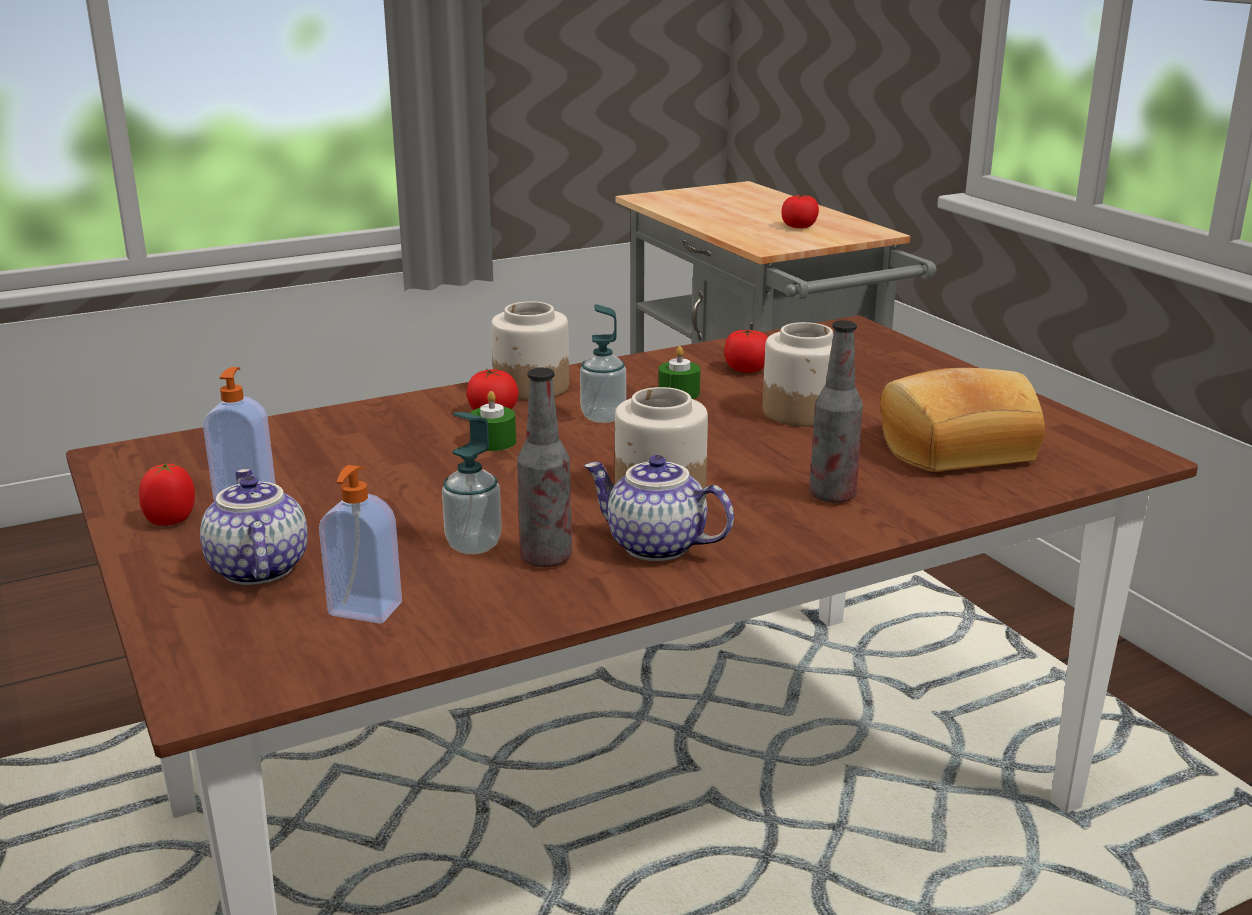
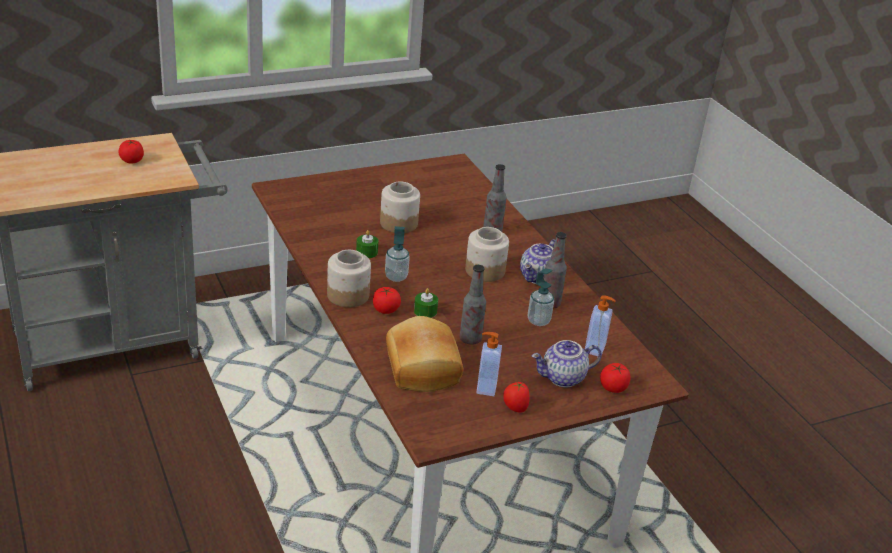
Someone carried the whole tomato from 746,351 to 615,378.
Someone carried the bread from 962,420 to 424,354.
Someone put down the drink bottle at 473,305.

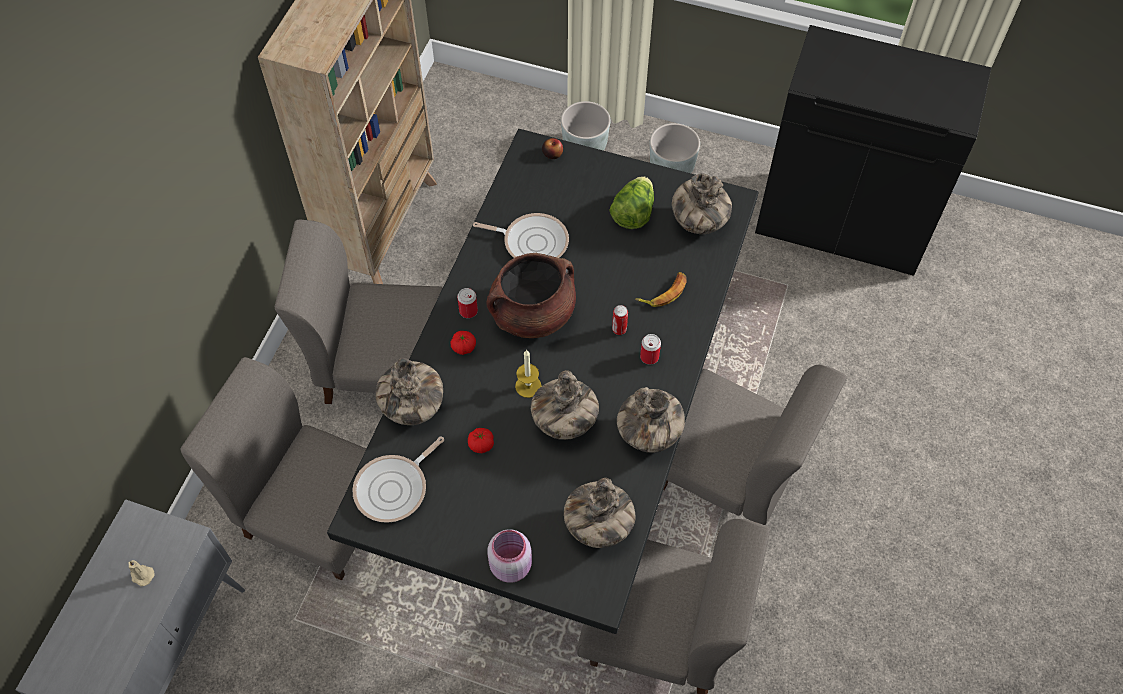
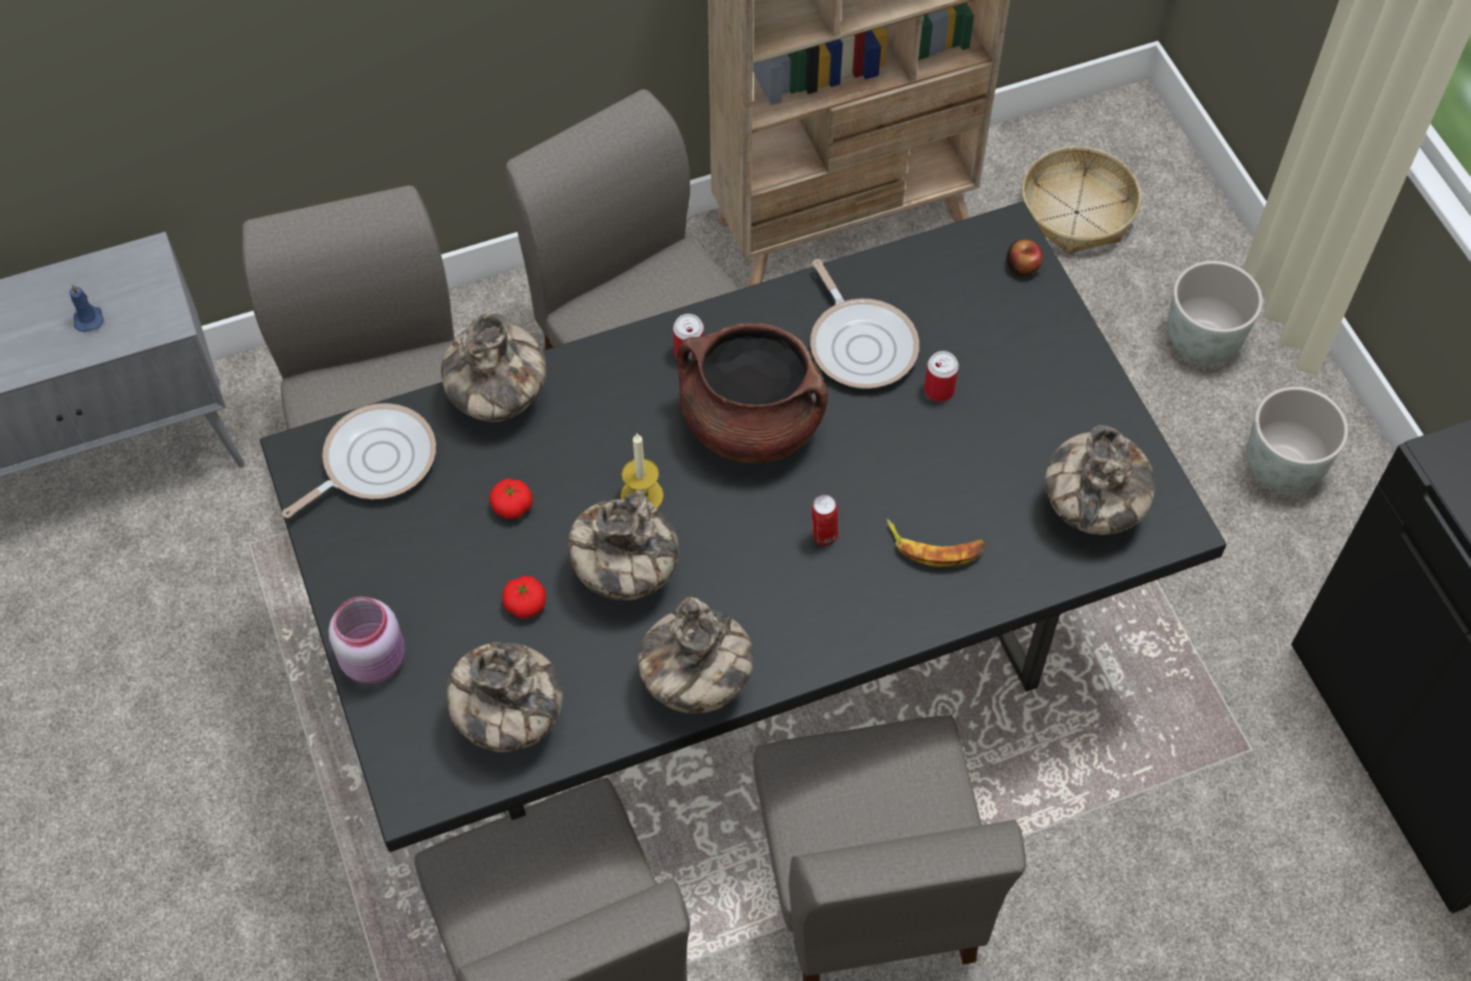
Someone took away the lettuce head at 631,202.
Someone carried the whole tomato from 463,343 to 524,597.
Someone carried the can from 650,349 to 941,376.
Someone rotated the pan at 398,480 by 135 degrees clockwise.
Someone repainted the wax light (sand-coloured) at 141,573, which became the wax light (blue-coloured) at 86,308.
Someone put down the household basket at 1081,200.

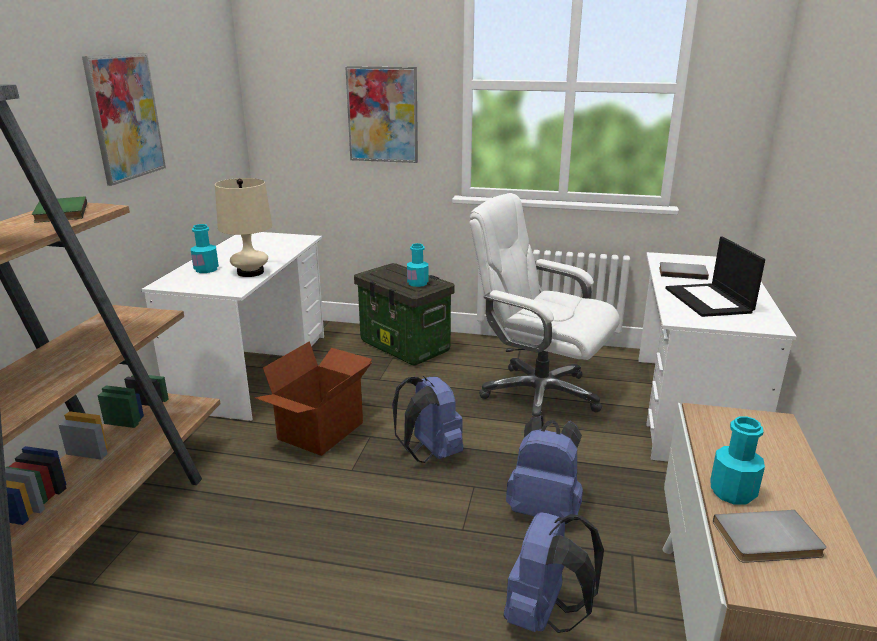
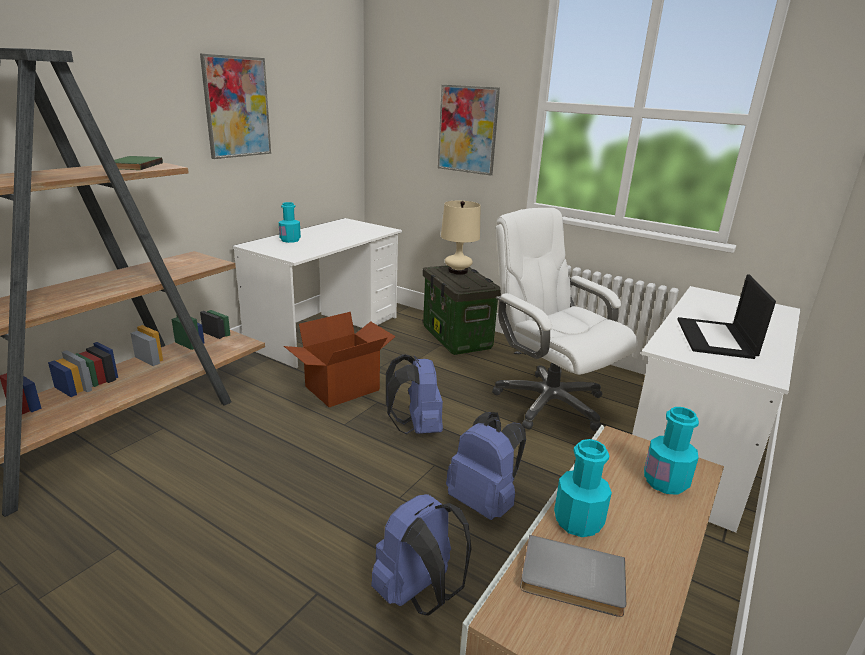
Someone carried the tabletop lamp (sand-coloured) from 243,227 to 461,238.
Someone carried the drink bottle (turquoise) from 417,265 to 671,451.
Someone took away the bound book (gray) at 684,271.

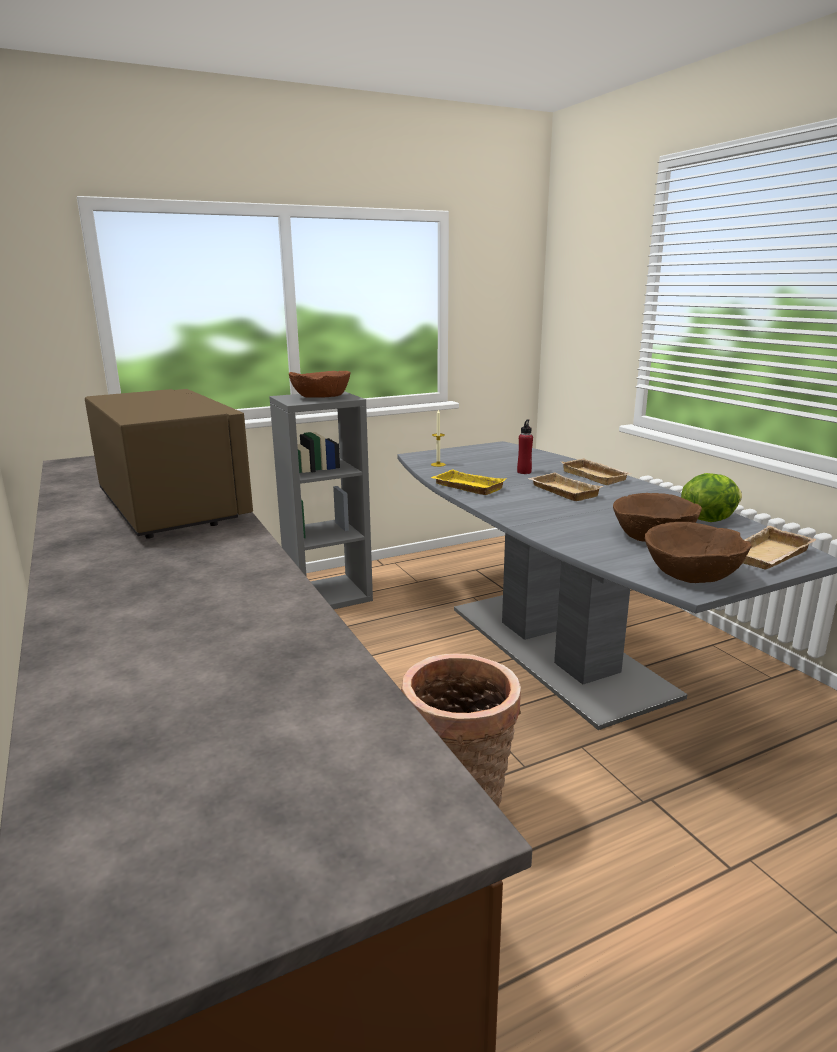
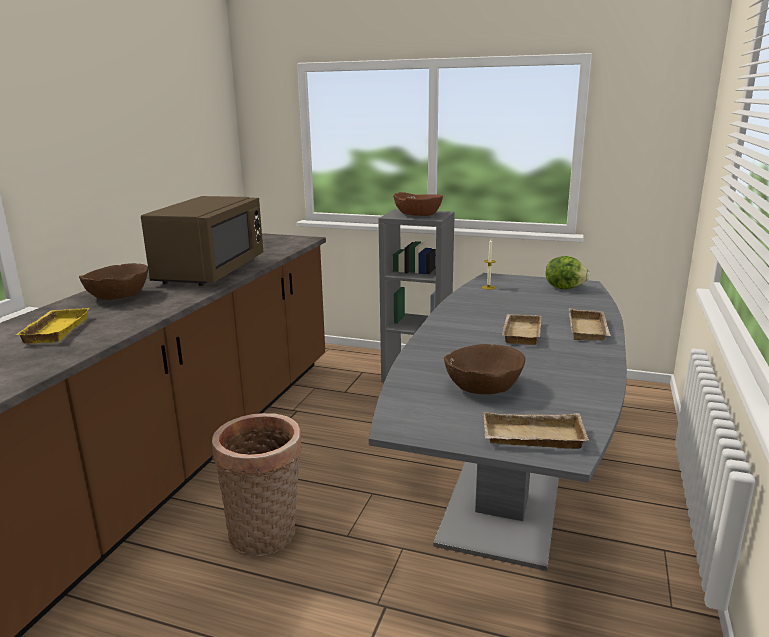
Someone took away the drink bottle (red-coloured) at 525,446.
Someone carried the tray (yellow-coloured) from 468,482 to 52,326.
Someone carried the lettuce head from 711,497 to 568,272.
Someone carried the deep dish (brownish) from 698,552 to 113,281.

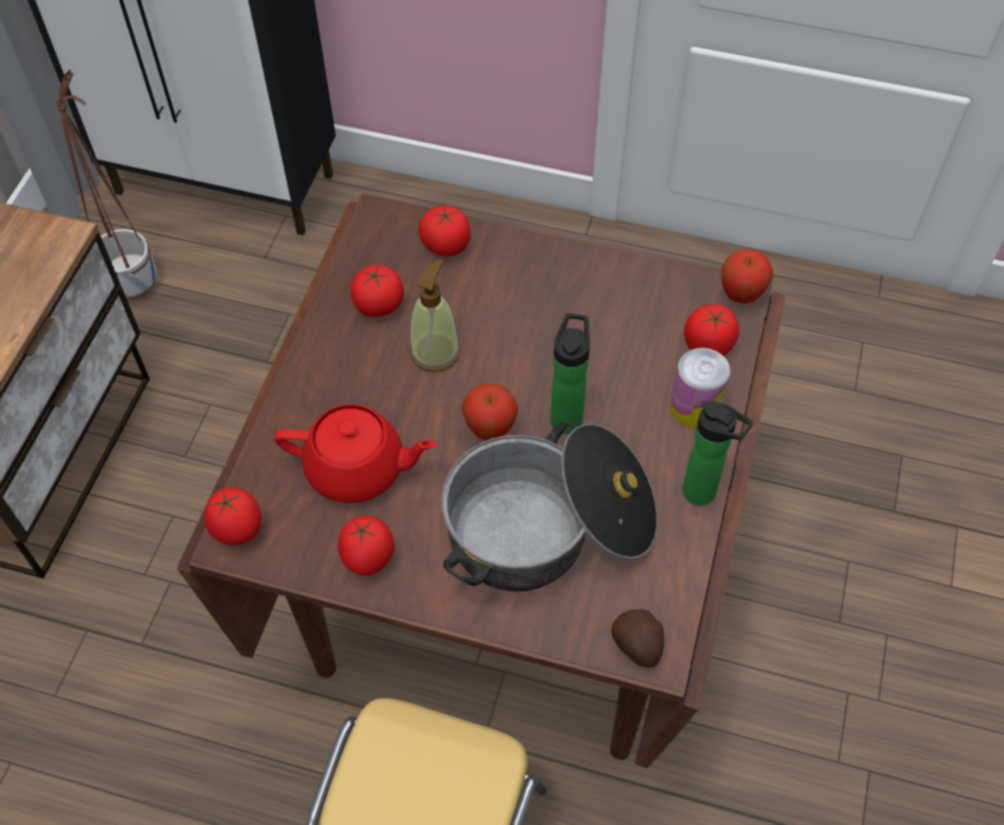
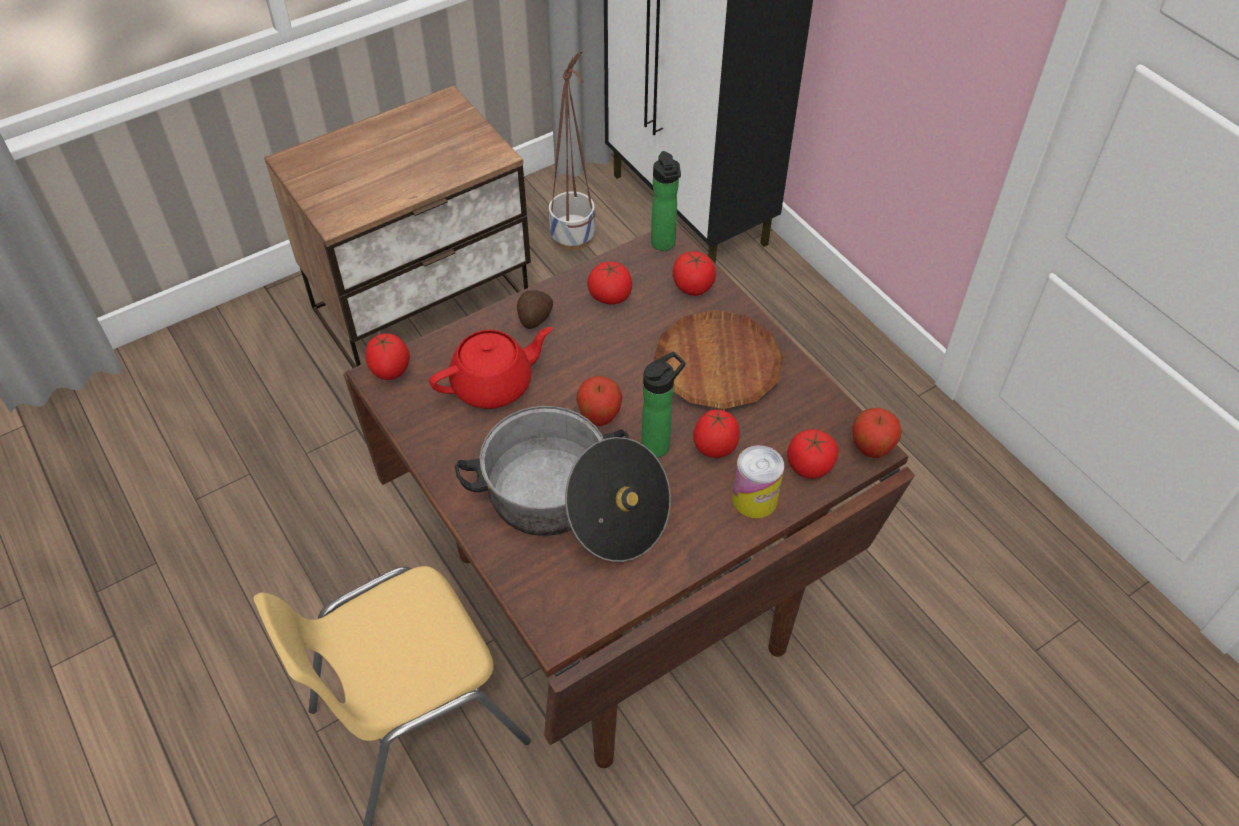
Someone took away the soap dispenser at 434,315.
Someone carried the drink bottle from 717,453 to 666,201.
Someone rotated the teapot (red-coloured) at 355,453 by 75 degrees counterclockwise.
Someone carried the whole tomato from 366,546 to 716,433.
Someone carried the spud from 637,638 to 535,309.
Someone put down the plate (brownish) at 718,359.

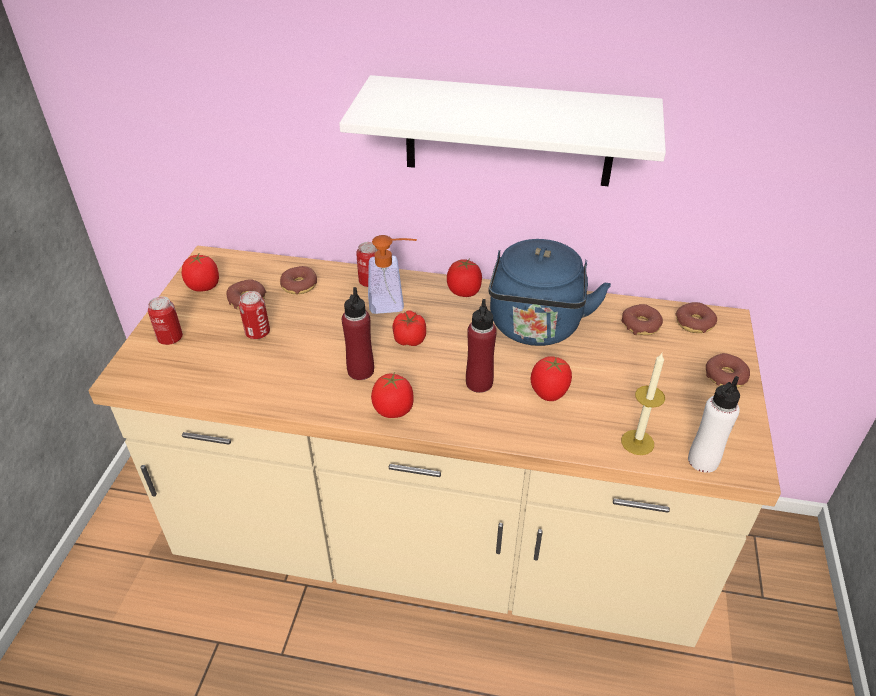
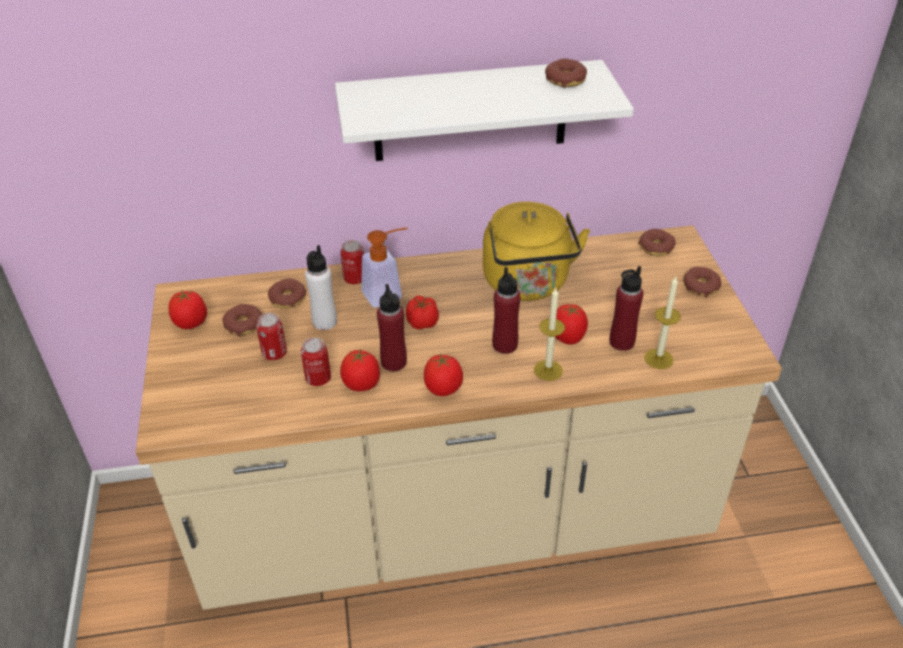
Someone repainted the tea kettle (blue-coloured) at 549,292, which became the tea kettle (yellow-coloured) at 536,251.
Someone carried the whole tomato from 464,278 to 360,370.
Someone carried the can from 165,320 to 316,362.
Someone carried the ring doughnut from 642,319 to 566,73.
Someone carried the drink bottle (white) from 714,424 to 321,287.
Someone put down the drink bottle (red-coloured) at 626,308.
Someone put down the wax light at 549,334.

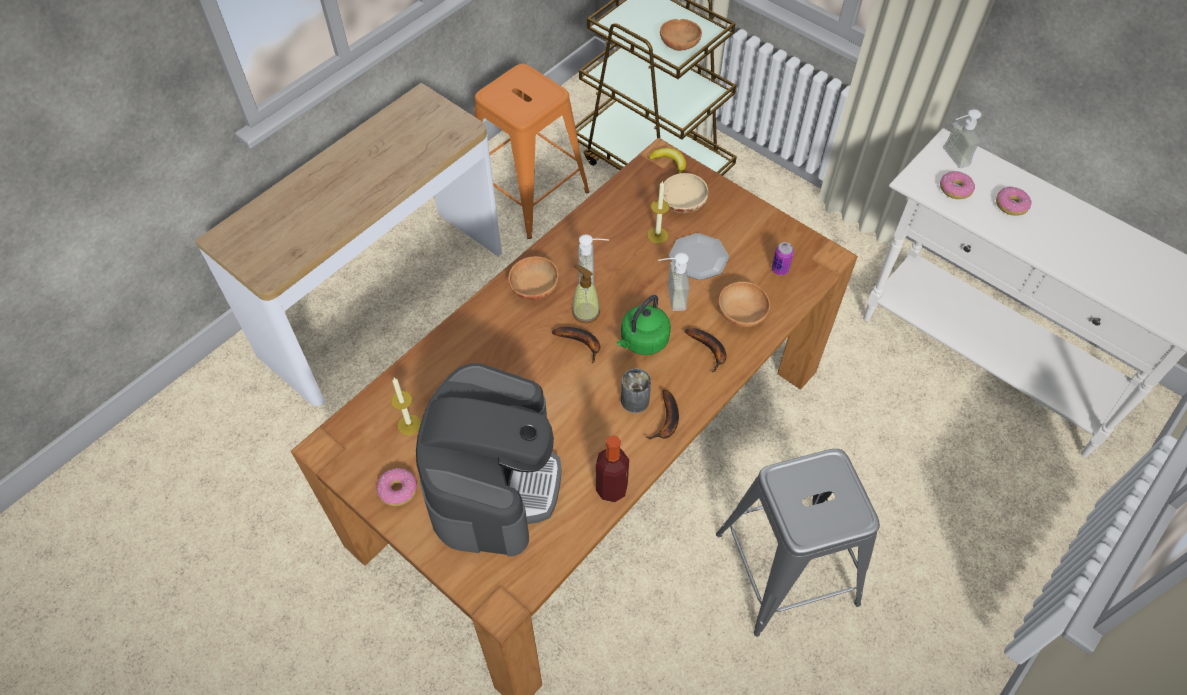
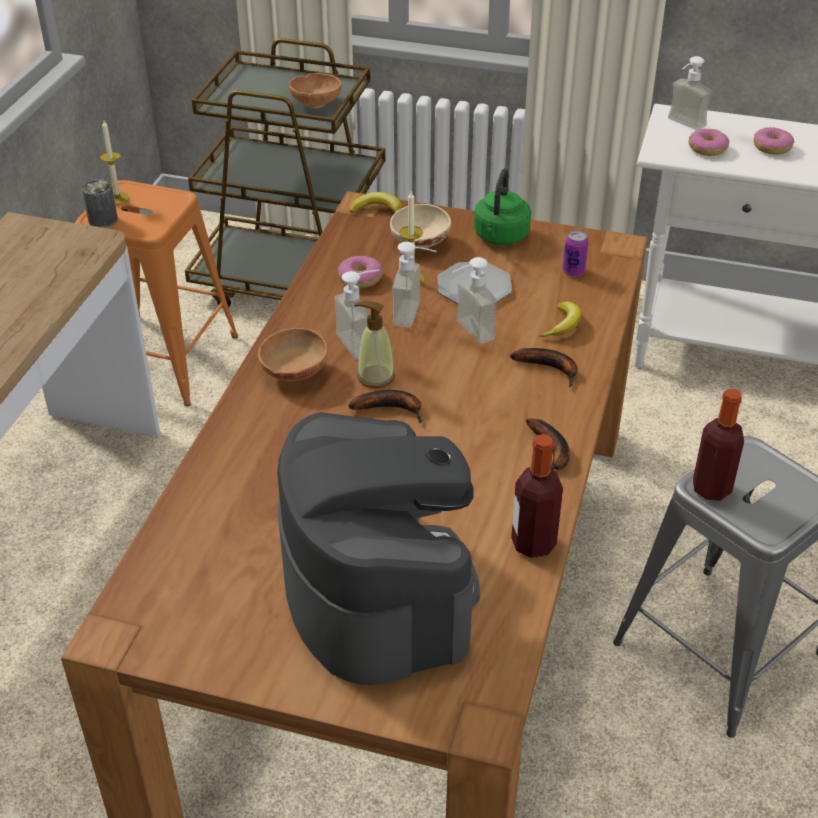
Someone swapped the deep dish (brownish) at 744,304 for the banana fruit at 560,319.
Someone carried the tea kettle (green) from 644,325 to 502,206.
Someone carried the can from 636,391 to 100,203.
Someone carried the wax light from 406,407 to 114,162.
Someone carried the ring doughnut from 396,487 to 360,272.
Someone put down the soap dispenser at 414,285.
Someone put down the drink bottle at 718,445.

